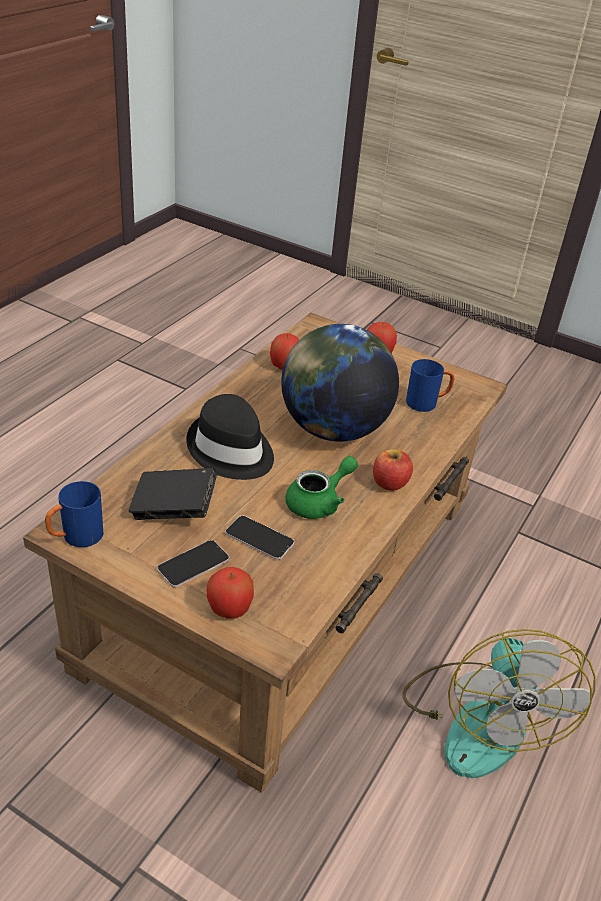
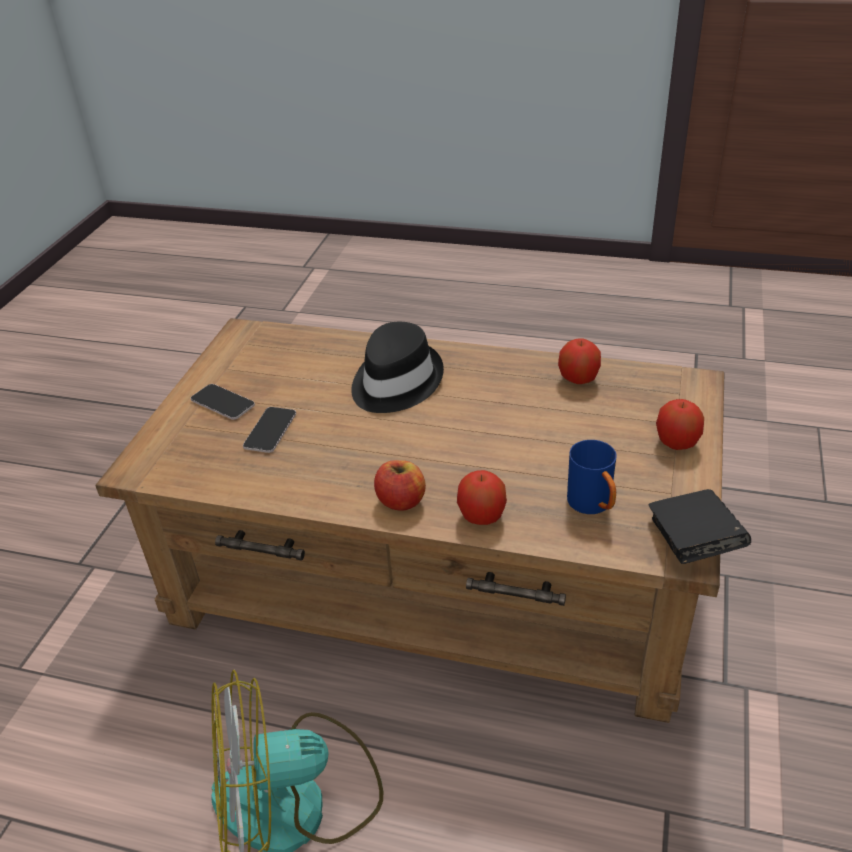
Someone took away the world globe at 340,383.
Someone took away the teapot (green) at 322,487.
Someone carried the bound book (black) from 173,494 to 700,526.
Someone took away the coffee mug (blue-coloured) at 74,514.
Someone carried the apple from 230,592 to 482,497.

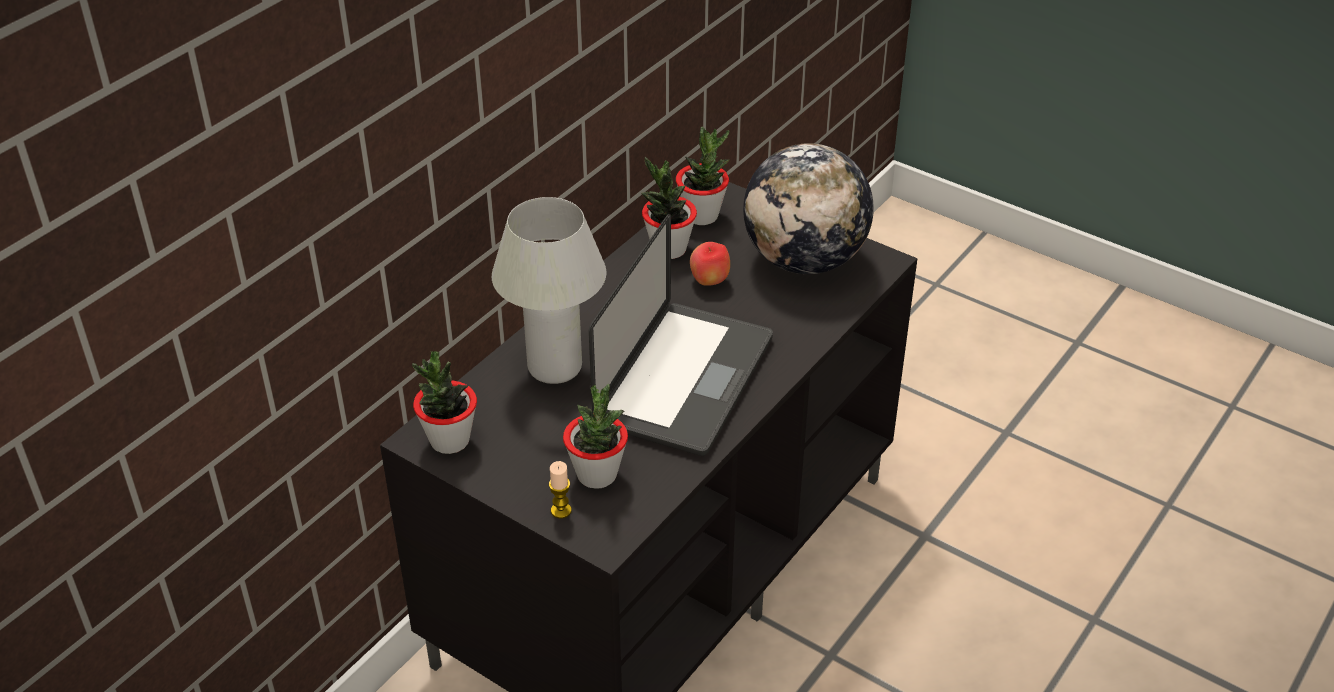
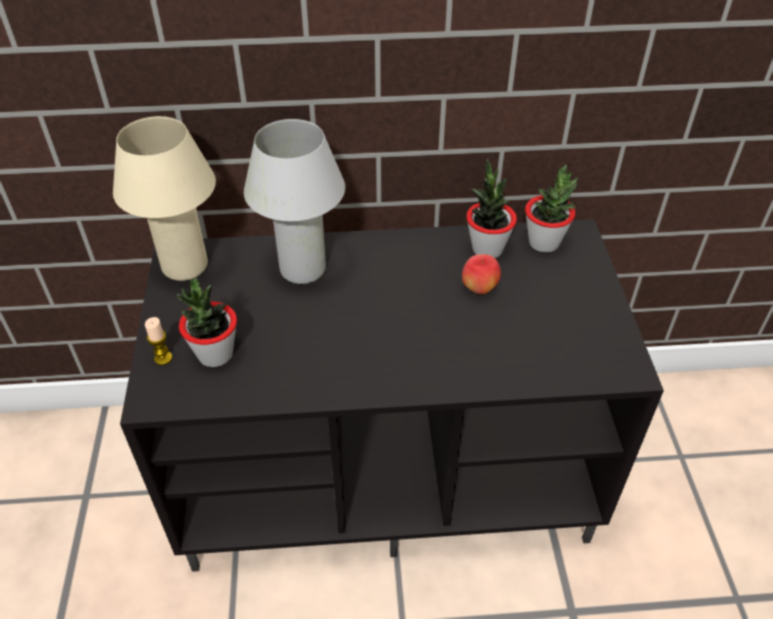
Someone took away the world globe at 808,208.
Someone took away the notebook computer at 681,335.
Someone swapped the plant in a pot at 444,402 for the tabletop lamp (sand-coloured) at 164,198.

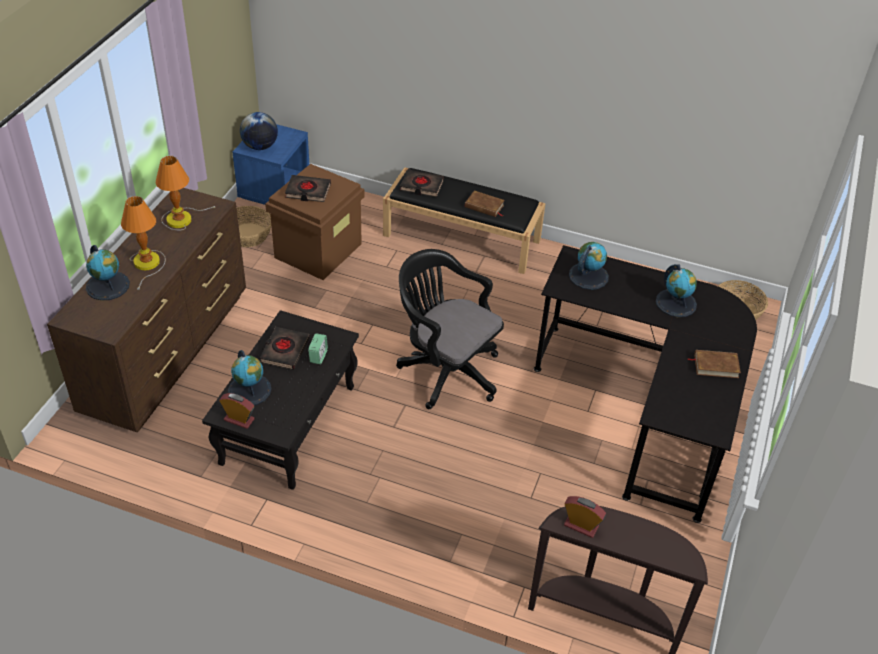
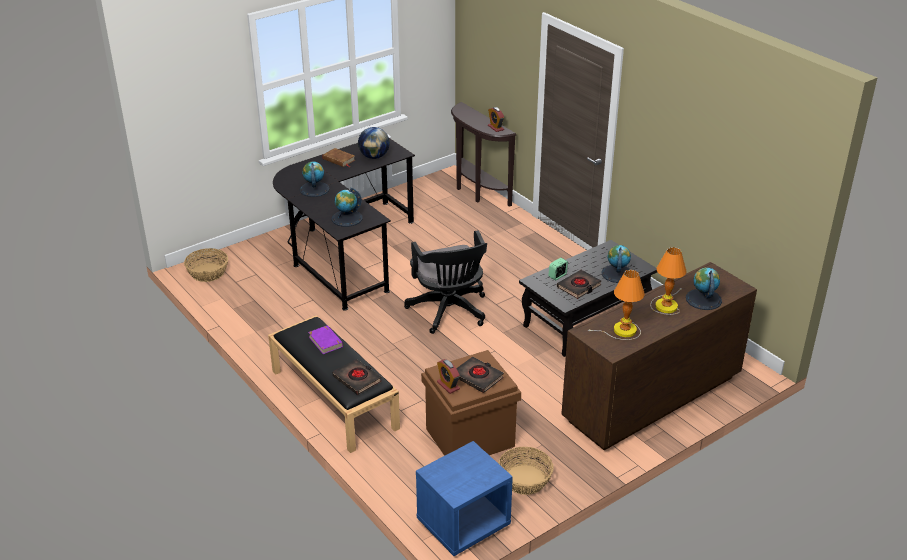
Someone carried the world globe from 259,131 to 374,143.
Someone repainted the bound book (brownish) at 485,204, which became the bound book (purple-coloured) at 325,339.
Someone carried the bedside clock from 237,411 to 448,376.

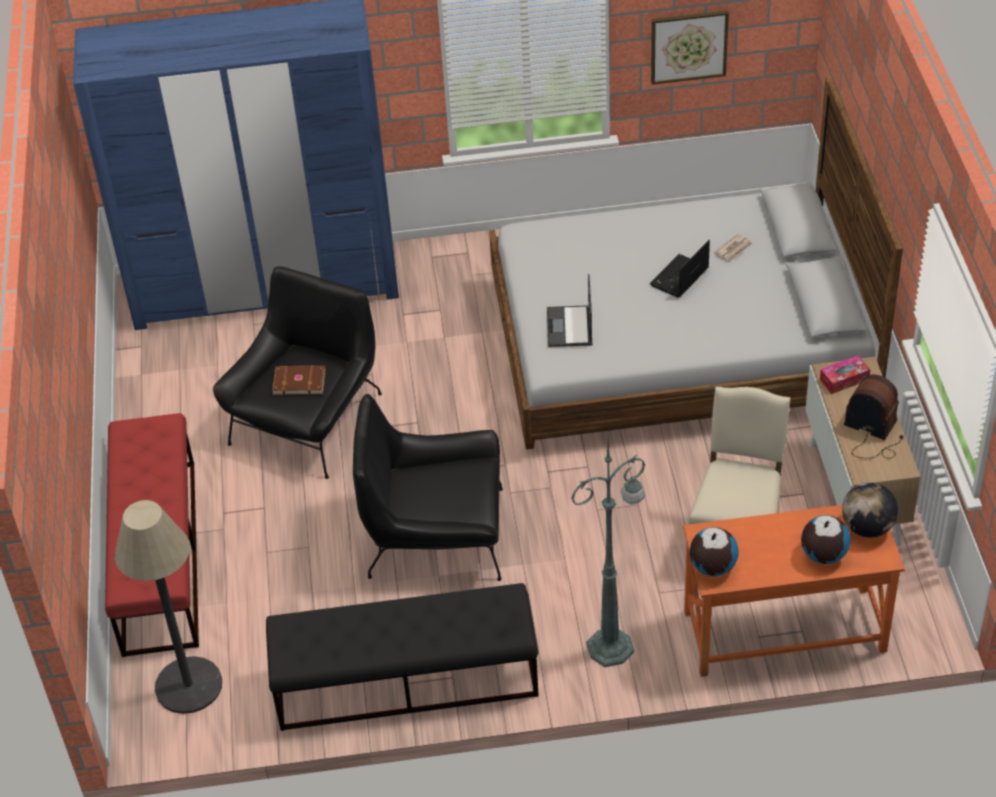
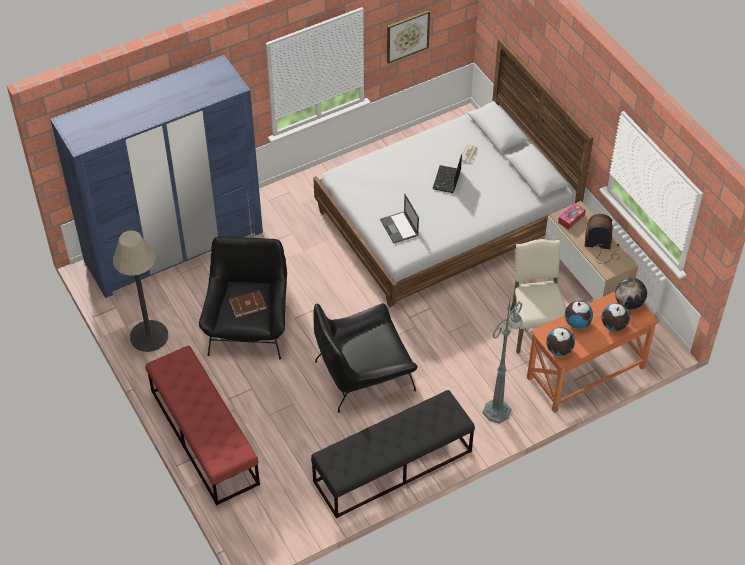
Someone carried the standard lamp from 168,607 to 140,291.
Someone put down the world globe at 579,315.

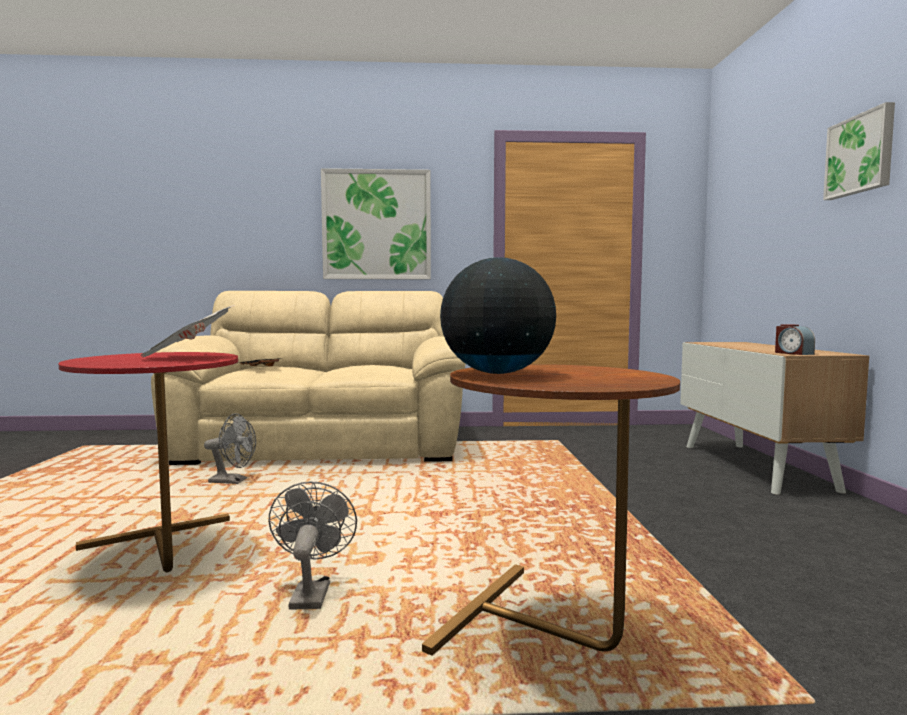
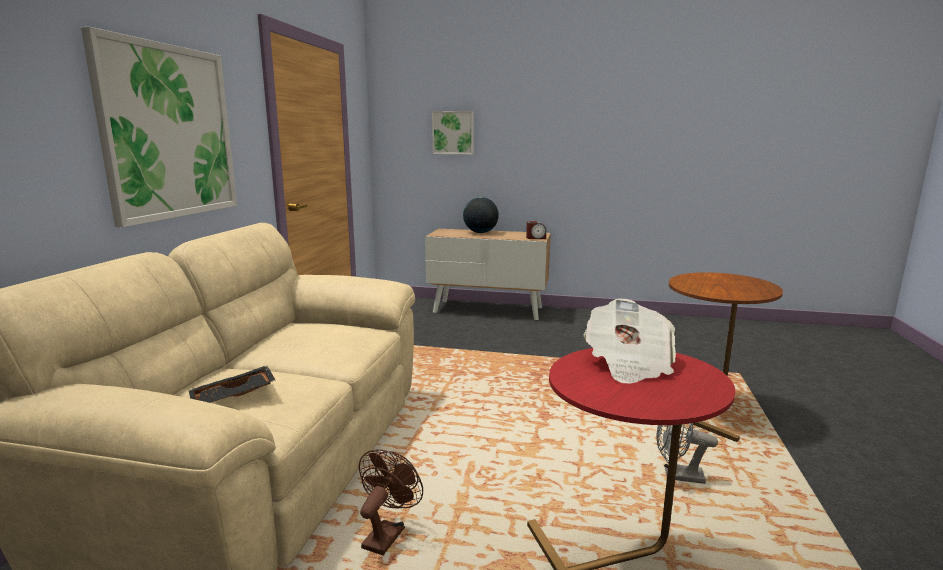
Someone carried the wall art from 859,151 to 453,133.
Someone carried the world globe from 498,315 to 481,215.
Someone repainted the fan (gray) at 230,448, which became the fan (brownish) at 391,502.

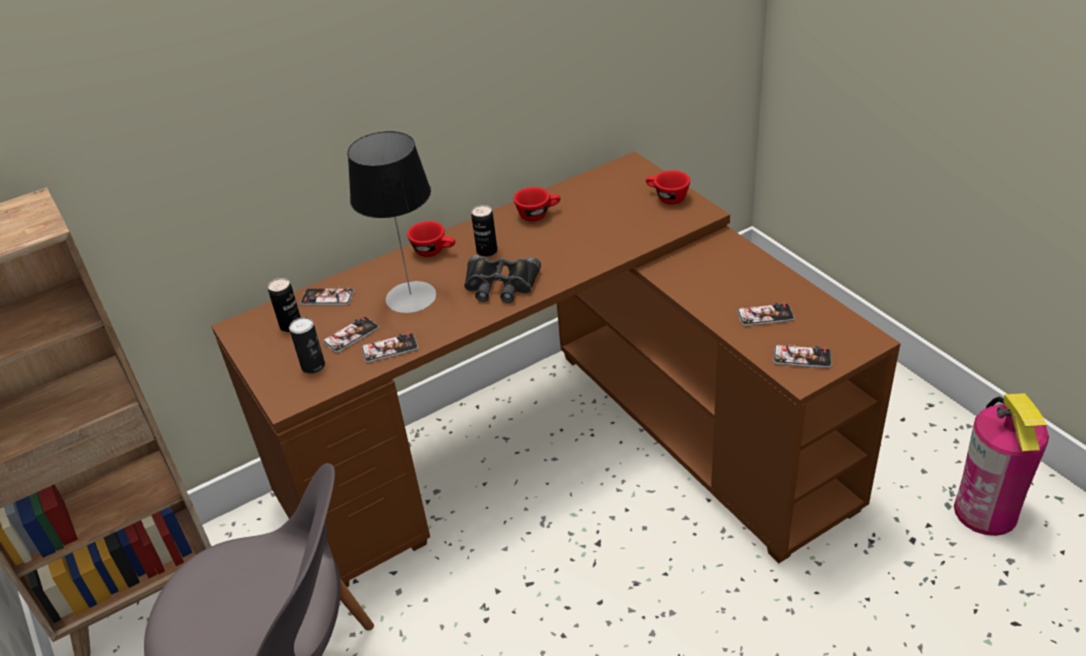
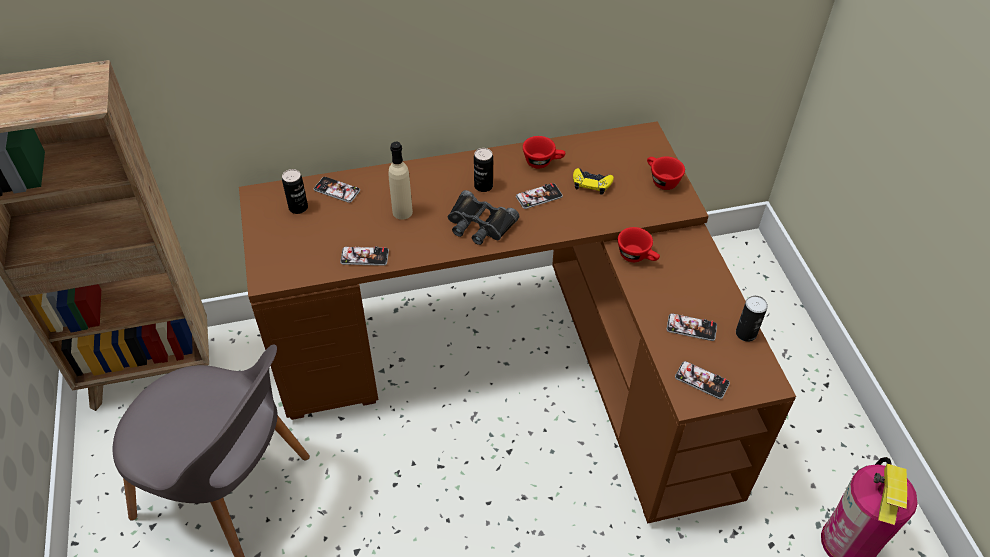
Someone swapped the tabletop lamp at 392,222 for the drink bottle (sand-coloured) at 400,181.
Someone carried the small cup (red-coloured) from 431,239 to 639,244.
Someone carried the can from 307,345 to 752,319.
Someone carried the handset from 351,335 to 539,196.
Someone put down the game controller (yellow-coloured) at 593,181.

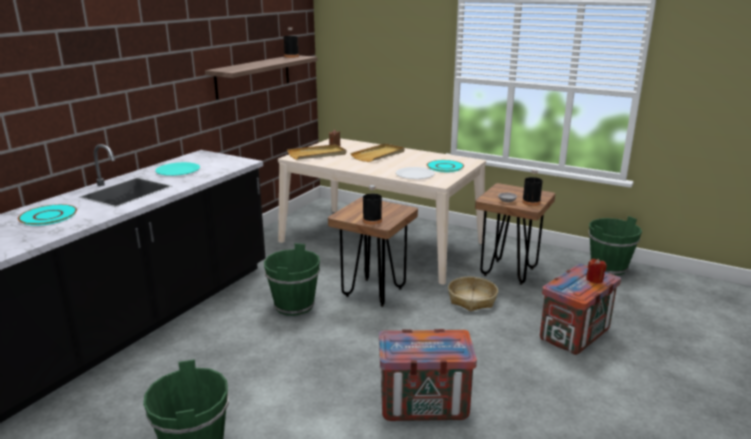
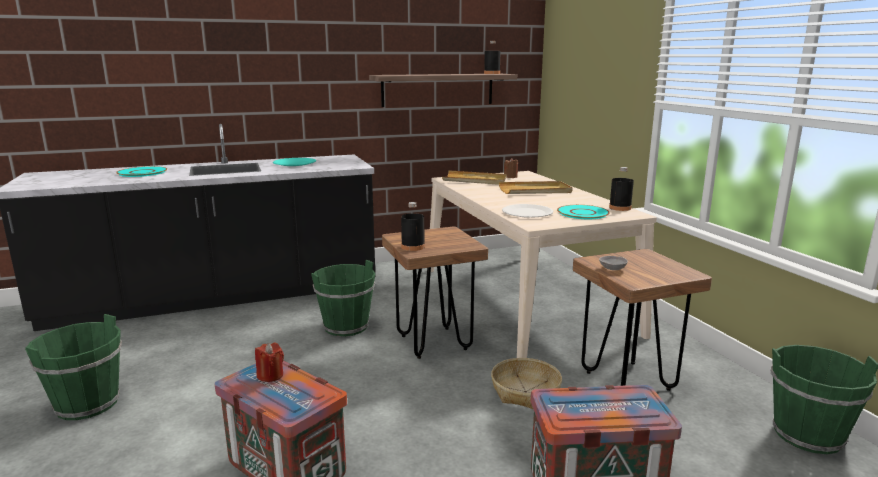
Someone carried the drink bottle (black) from 532,187 to 621,189.
Someone carried the wax light (red-coloured) from 596,271 to 269,362.

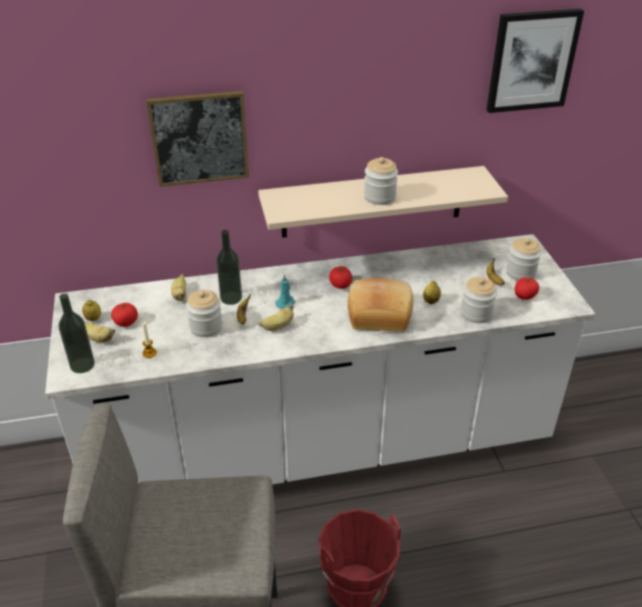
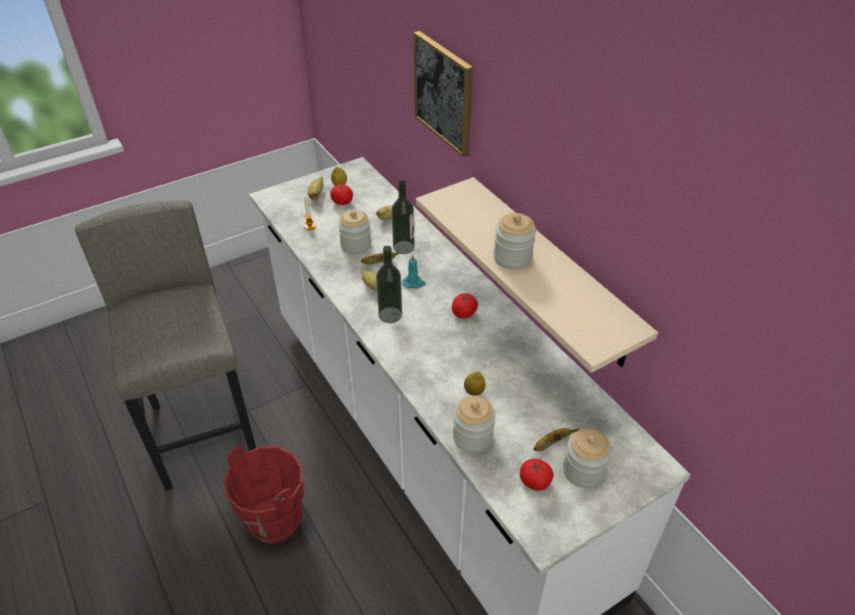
Someone took away the wall art at 535,61.
Someone took away the bread at 380,305.
Someone carried the drink bottle from 77,333 to 389,284.

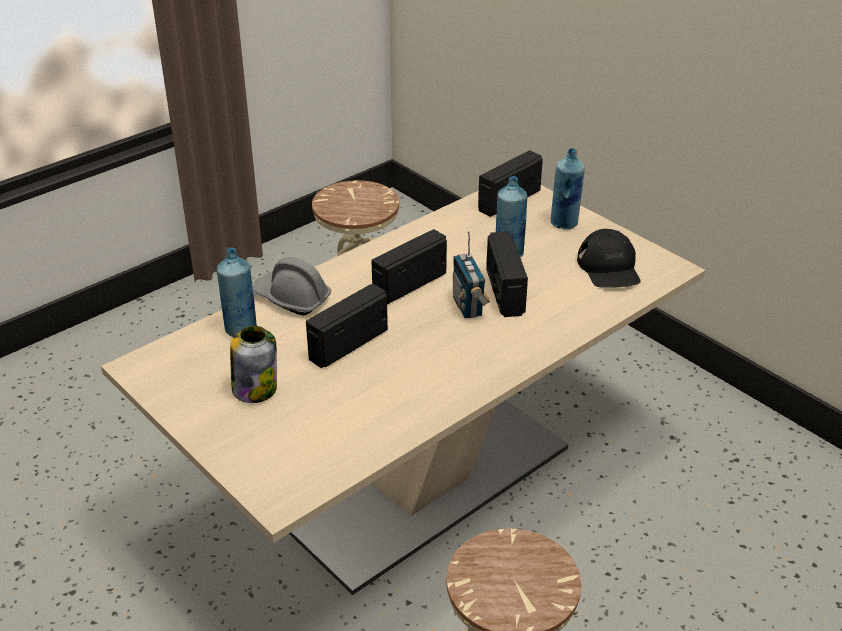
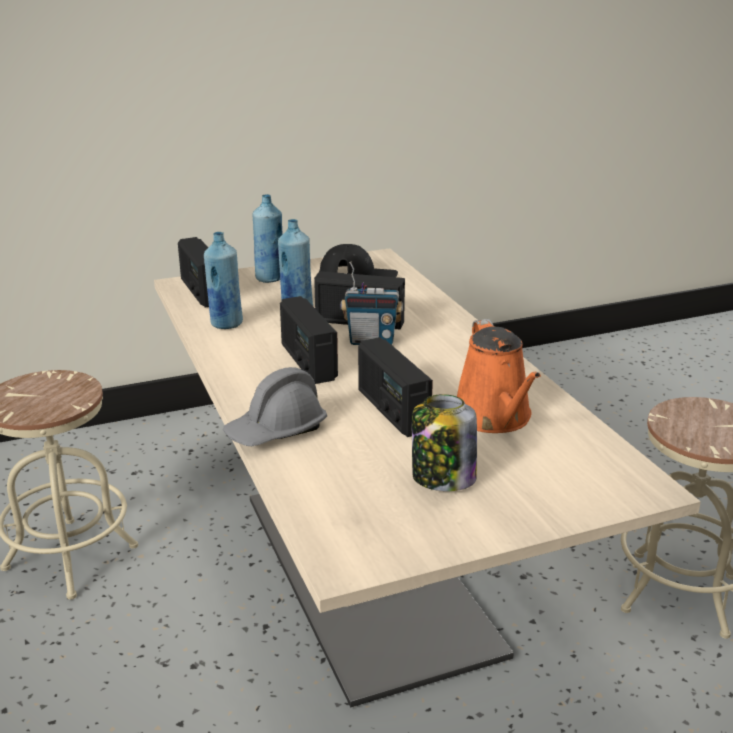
Someone carried the drink bottle (blue-coloured) from 237,292 to 223,280.
Someone put down the sprinkling can (orange) at 499,376.

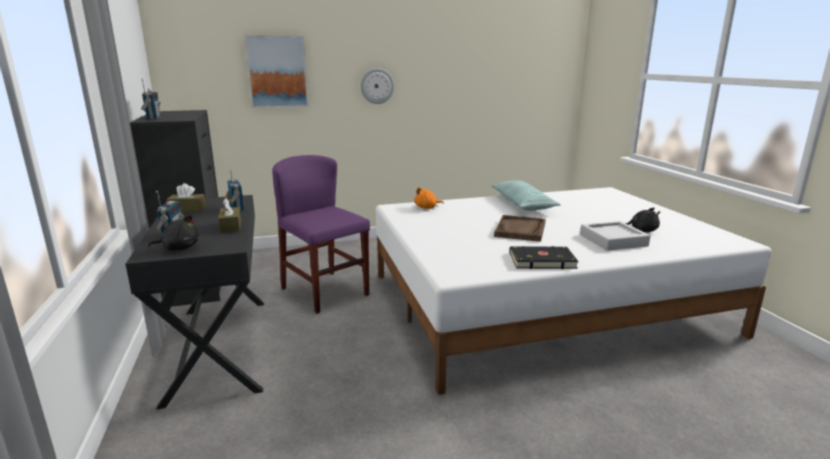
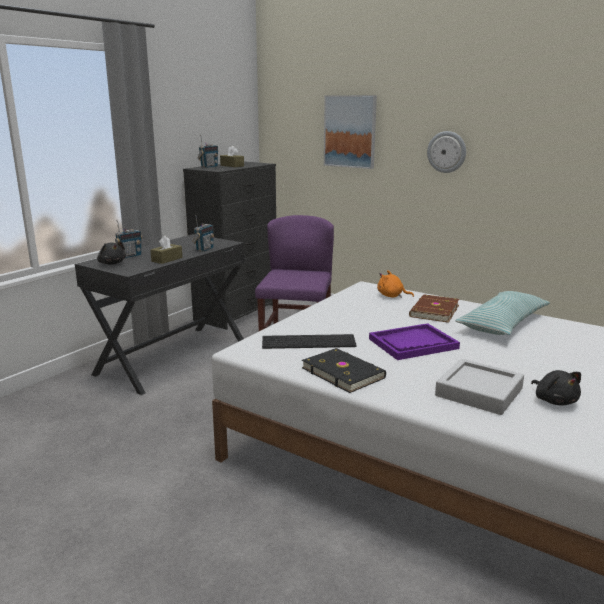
Someone carried the box of tissues (brownish) from 186,197 to 232,156.
Someone repainted the tray (brownish) at 520,228, which became the tray (purple-coloured) at 414,341.
Someone put down the bound book (brownish) at 434,308.
Someone put down the computer keyboard at 309,341.

